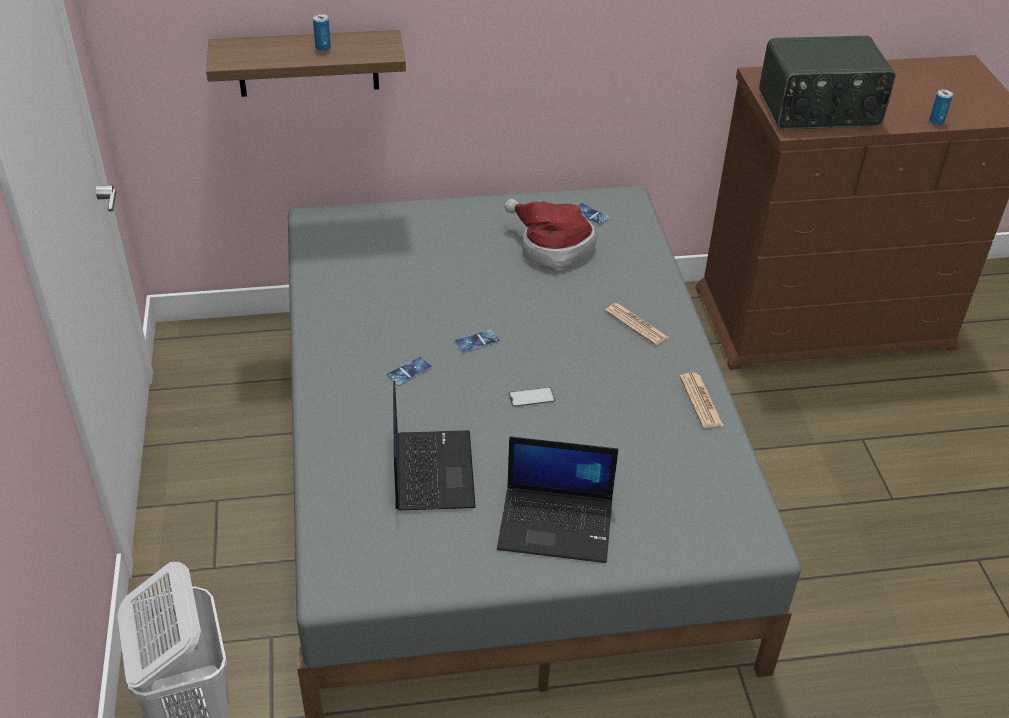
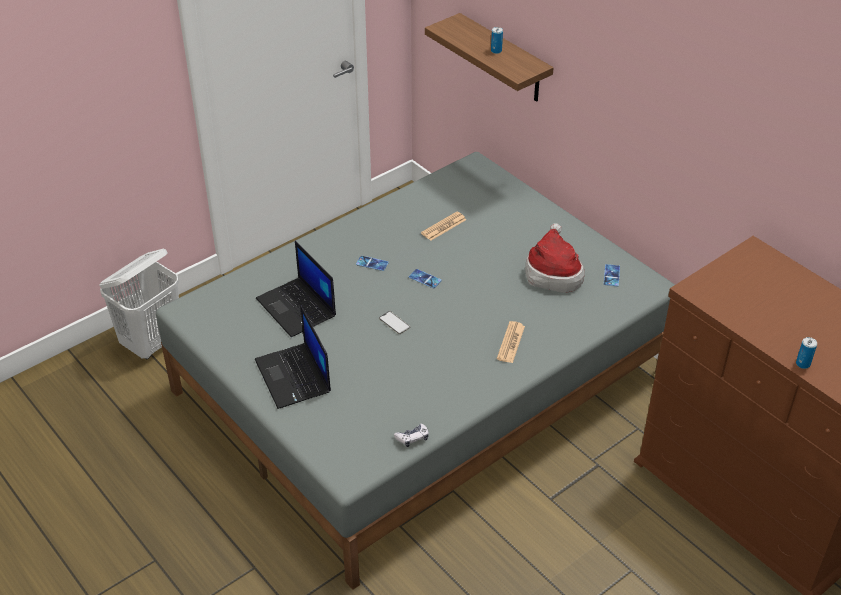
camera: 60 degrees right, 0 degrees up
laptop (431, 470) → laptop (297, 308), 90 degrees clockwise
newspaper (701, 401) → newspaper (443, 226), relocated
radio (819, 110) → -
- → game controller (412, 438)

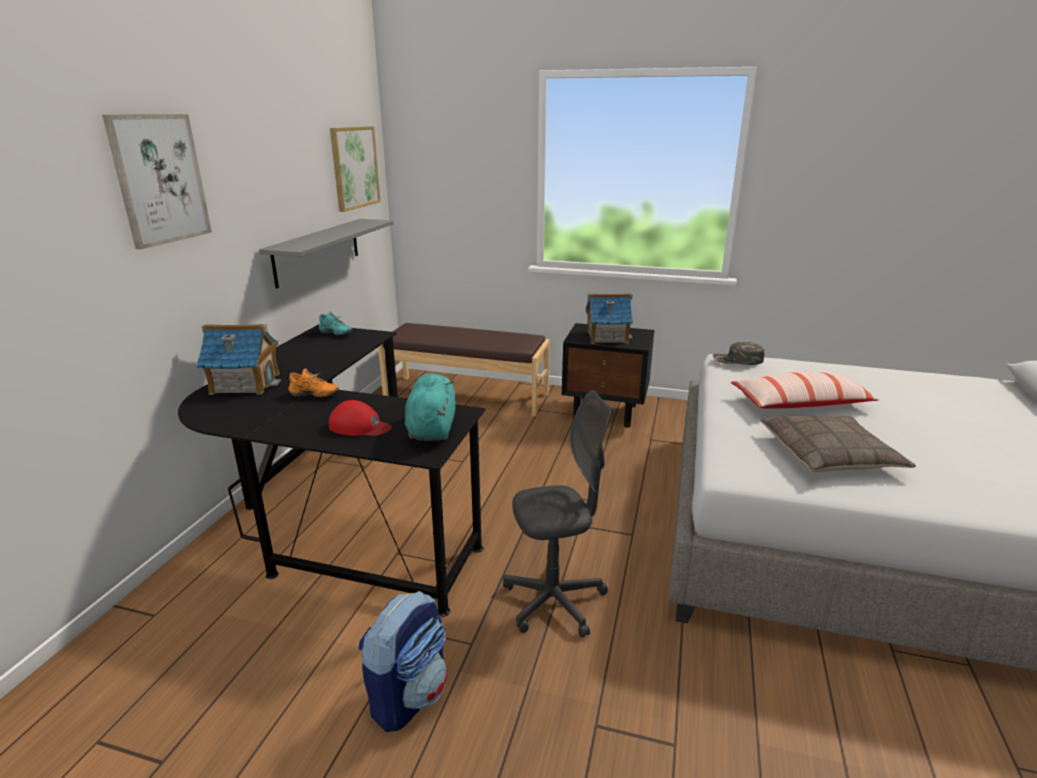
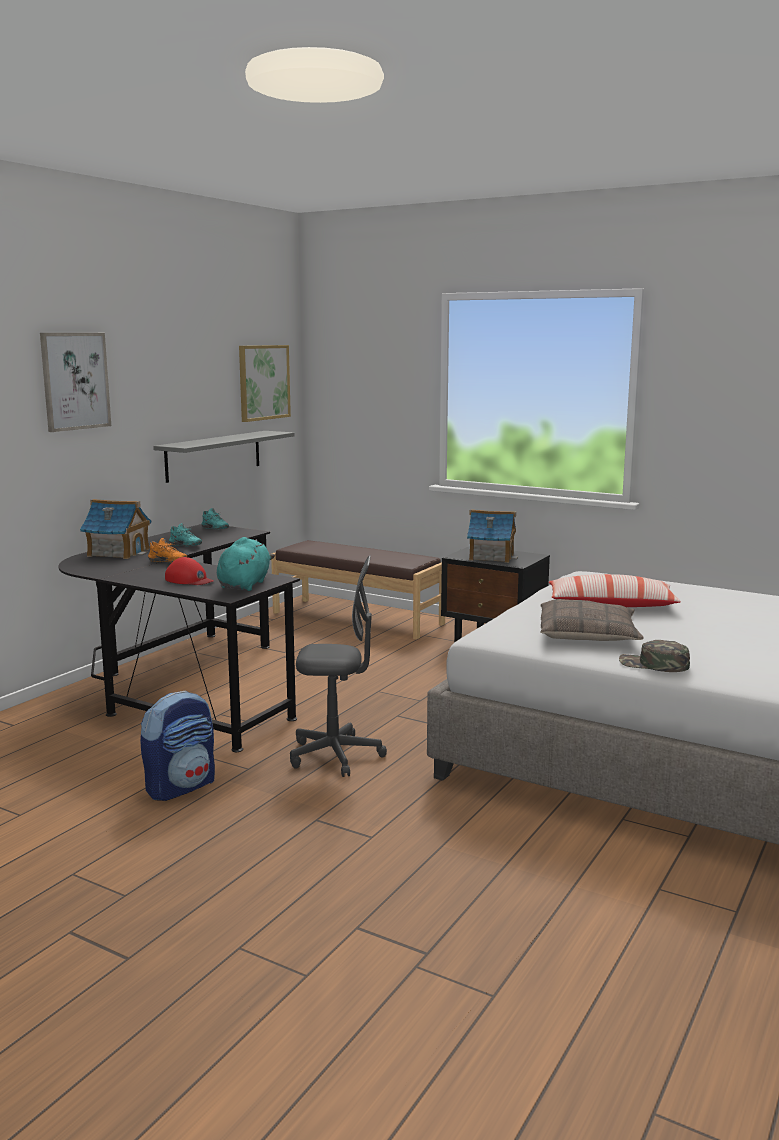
camera: 15 degrees right, 10 degrees down
green cap (737, 360) → green cap (653, 664), relocated
- → turquoise shoe (184, 546)

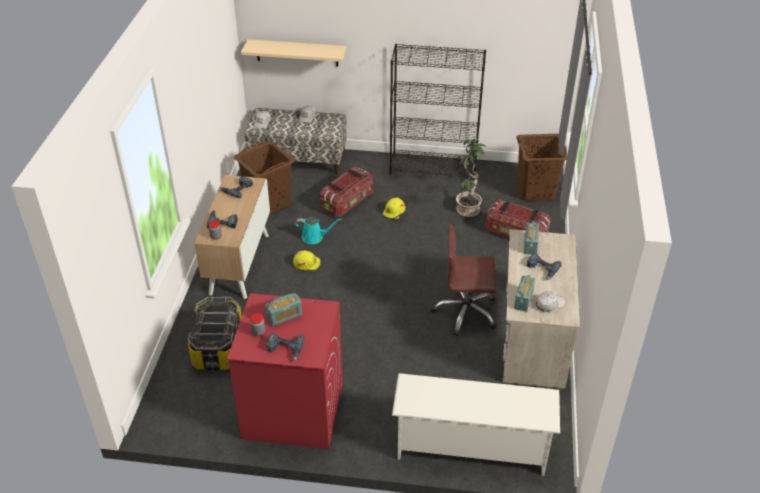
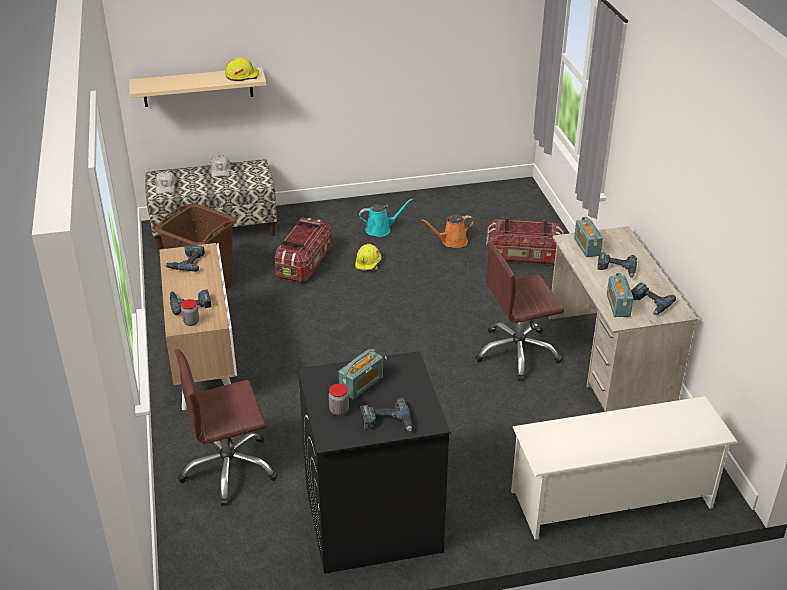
camera: 20 degrees left, 5 degrees down
storage box (217, 346) → brown office chair (229, 469)
red washing machine (292, 410) → black washing machine (372, 520)
yellow hard hat (307, 263) → yellow hard hat (242, 75), relocated
turquoise watering can (314, 237) → turquoise watering can (380, 229), relocated
black bookcase (433, 168) → -
potted plant (467, 209) → orange watering can (451, 242)
brown laundry basket (535, 191) → -
white cap (549, 304) → power drill (649, 303)

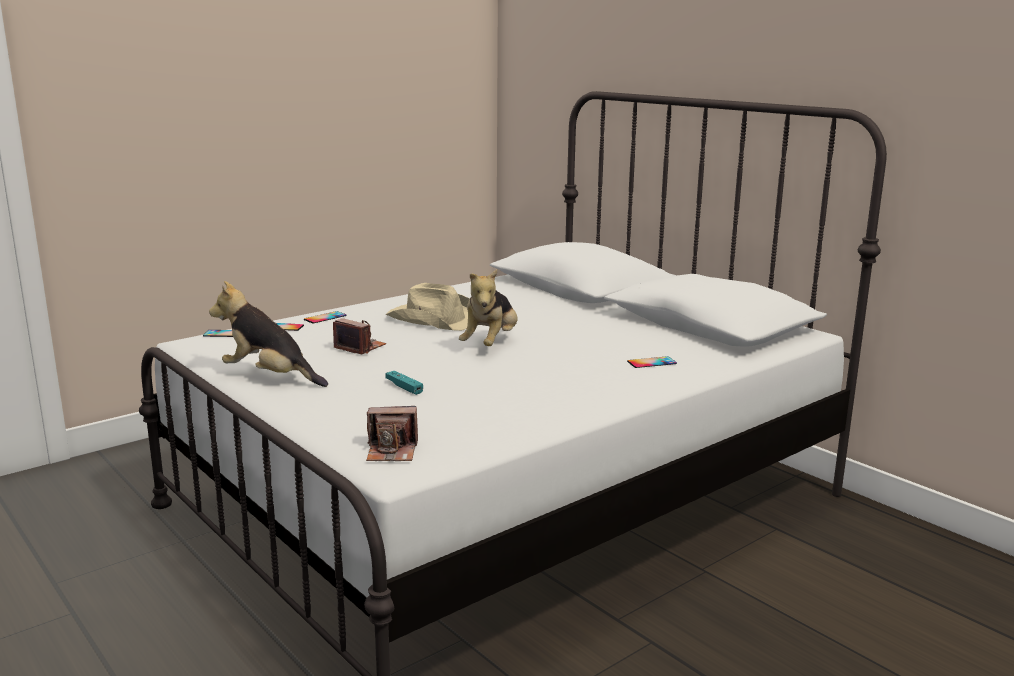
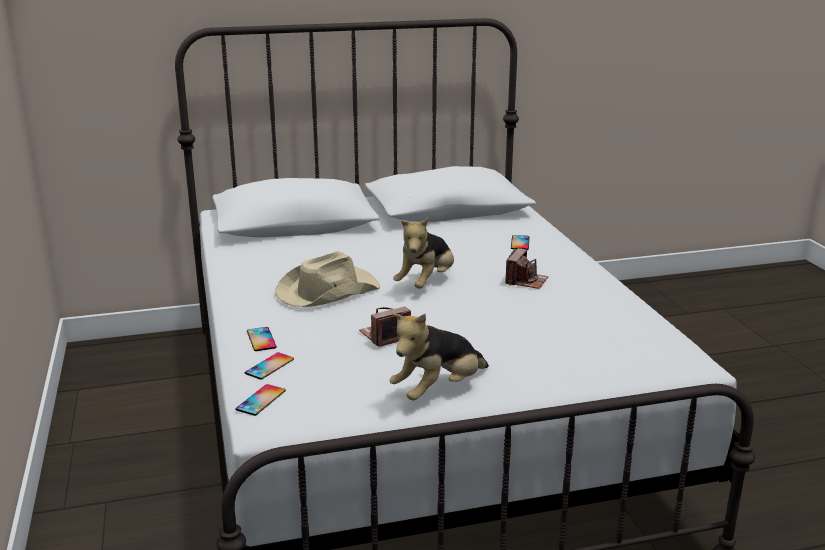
camera: 65 degrees left, 5 degrees up
photo camera (392, 451) → photo camera (525, 281), relocated
turquoise game controller (404, 387) → -
plush toy (490, 344) → plush toy (426, 283), 75 degrees clockwise

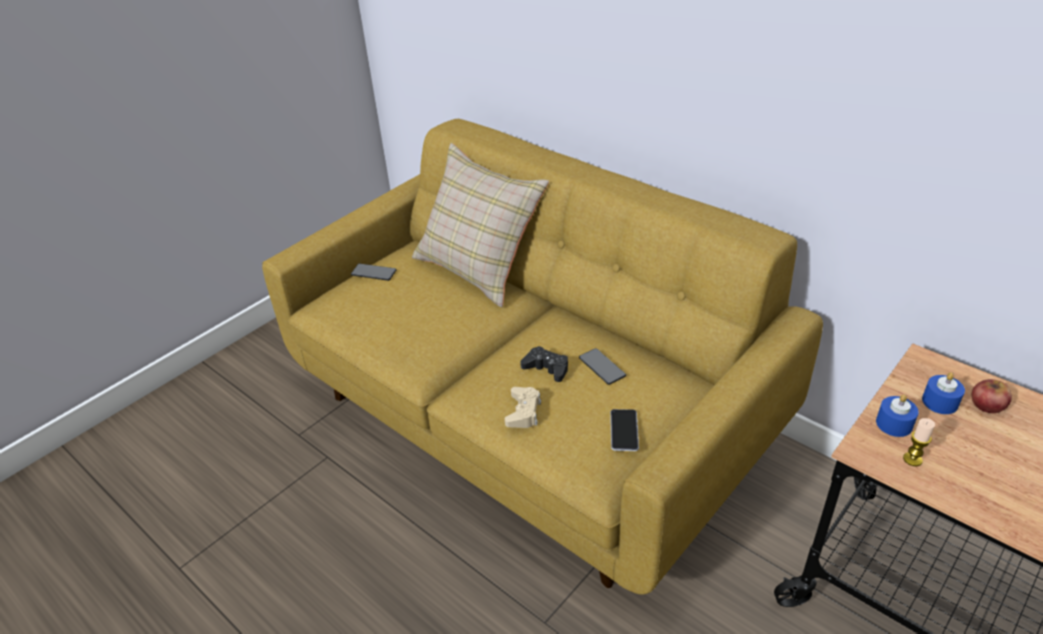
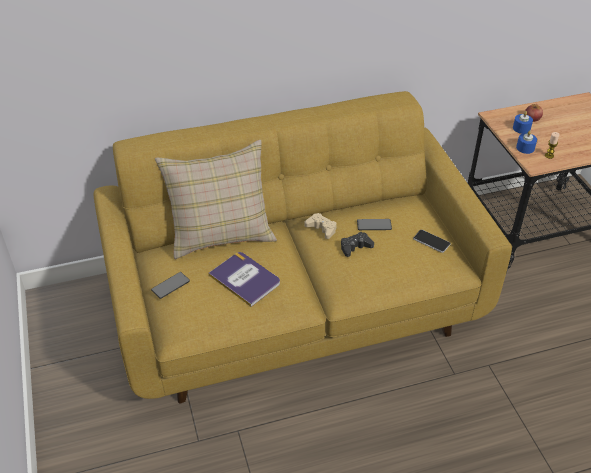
camera: 60 degrees left, 5 degrees up
beige game controller (523, 412) → beige game controller (321, 228), relocated
- → book (245, 279)

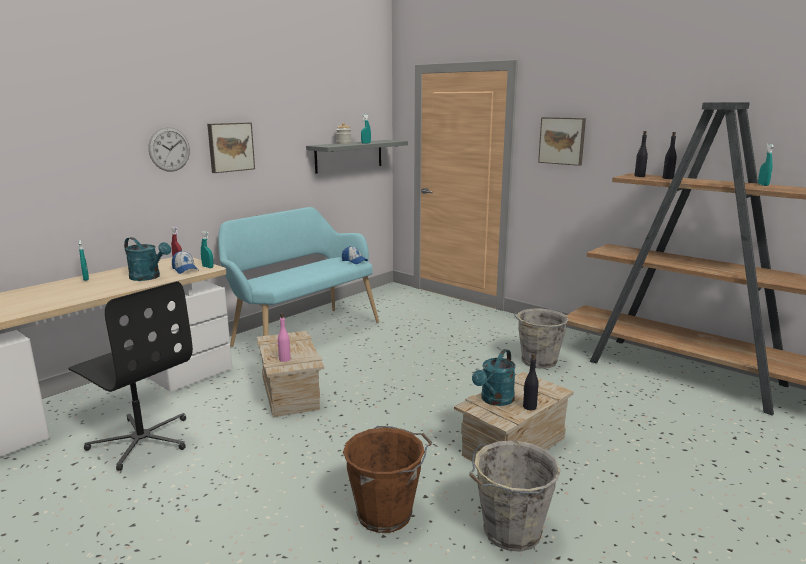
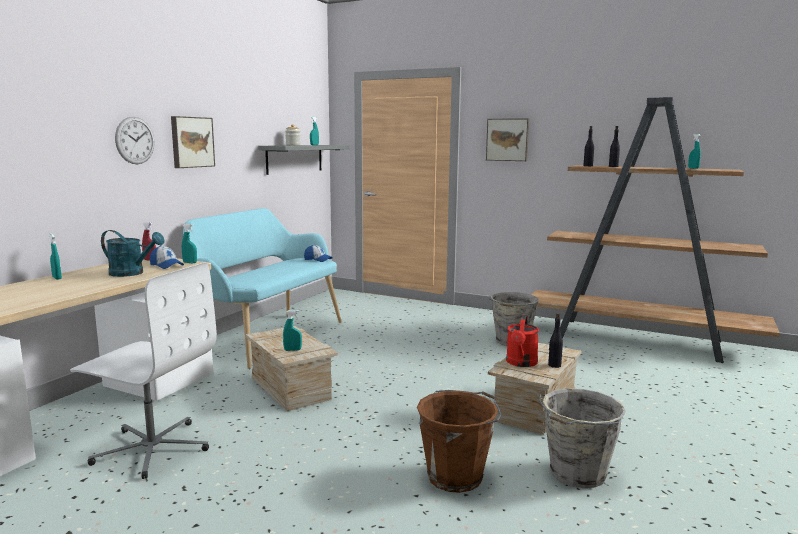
camera: 15 degrees left, 5 degrees down
black office chair (142, 440) → white office chair (152, 448)
pink bottle (284, 359) → turquoise spray bottle (292, 350)
turquoise watering can (495, 400) → red watering can (521, 363)

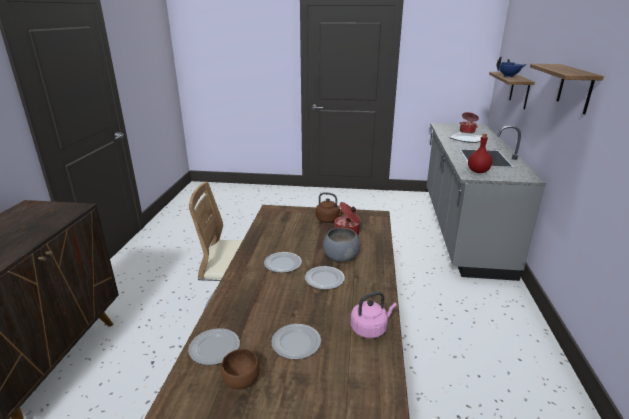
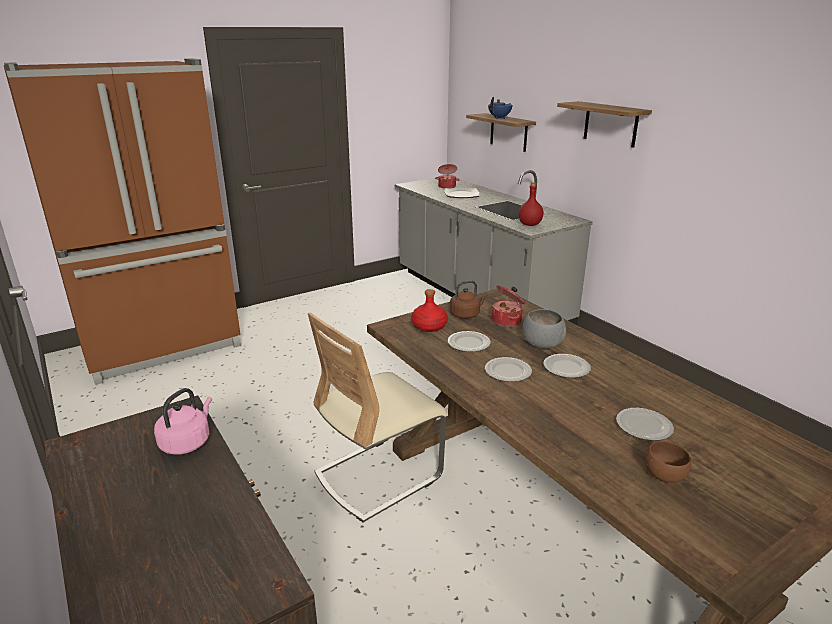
camera: 40 degrees left, 0 degrees up
plate (215, 348) → plate (469, 343), relocated
pink kettle (370, 329) → pink kettle (187, 442), relocated
- → brown fridge (163, 347)
- → red bottle (429, 326)

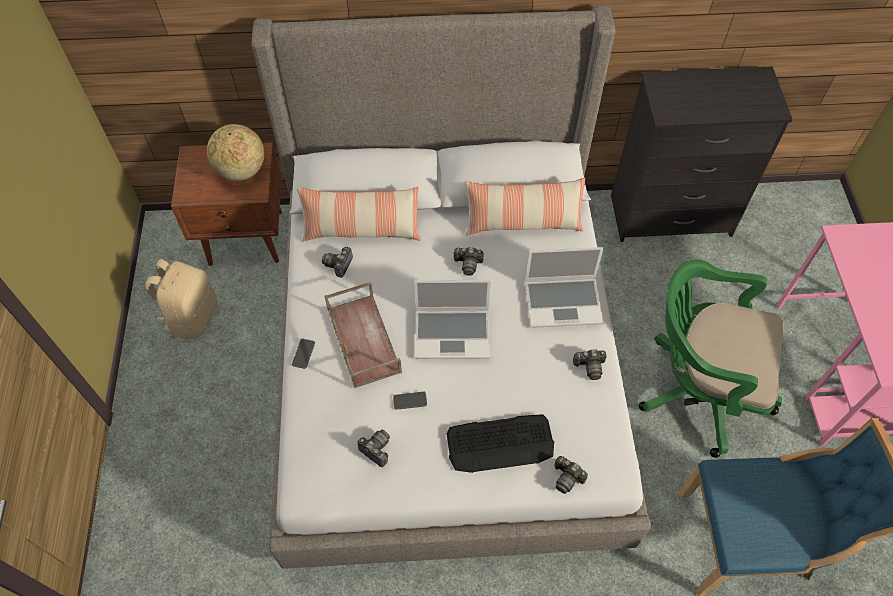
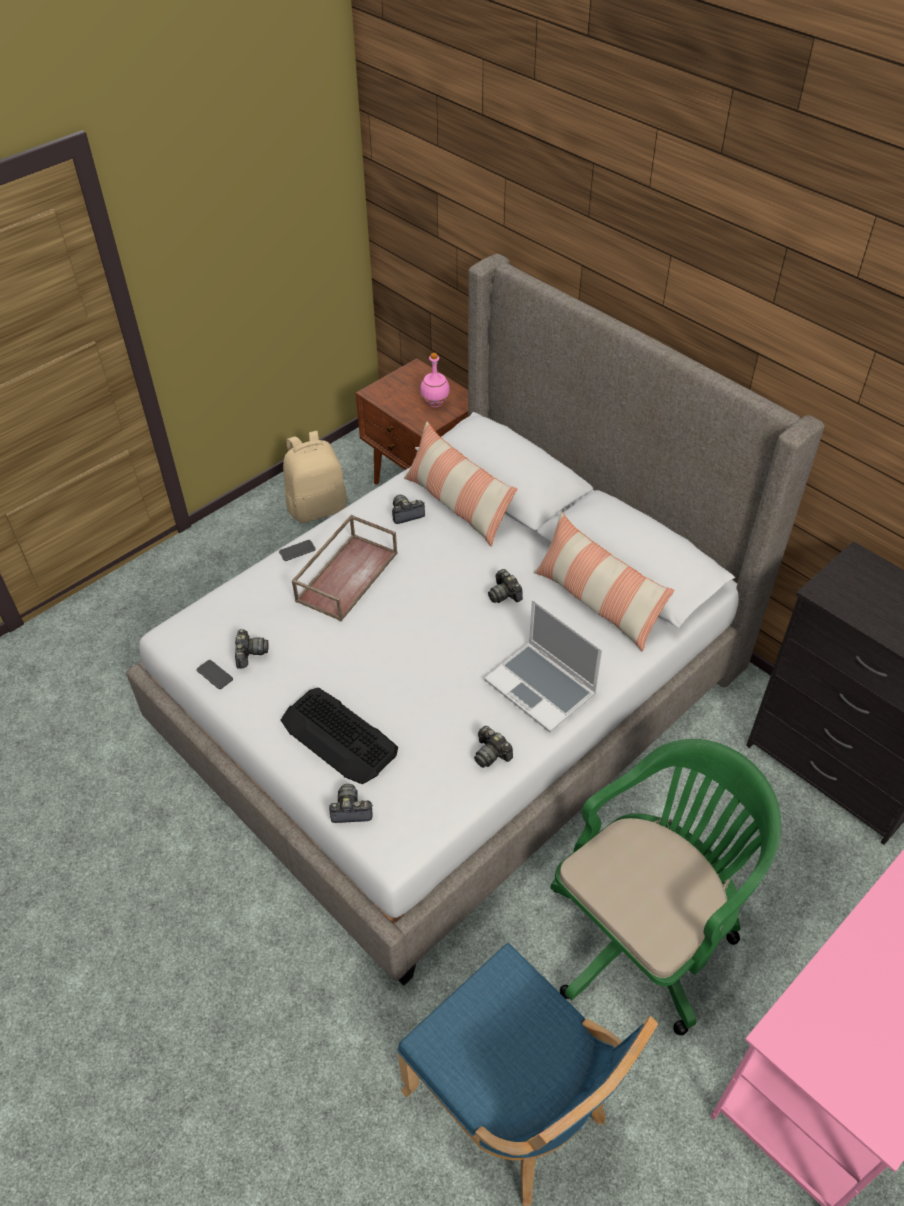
camera: 50 degrees right, 10 degrees down
globe (241, 170) → pink bottle (435, 403)
phone (410, 401) → phone (214, 675), relocated
laptop (453, 333) → -
photo camera (567, 478) → photo camera (351, 810), 90 degrees clockwise
green office chair (696, 389) → green office chair (645, 933), 75 degrees clockwise

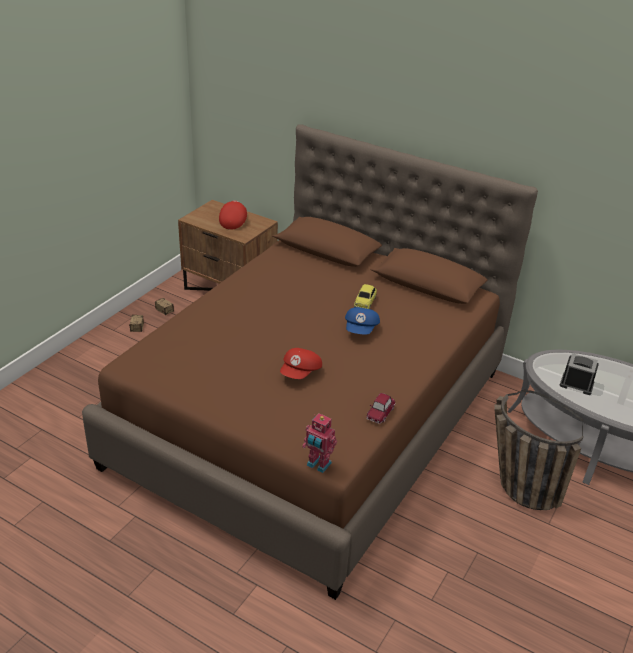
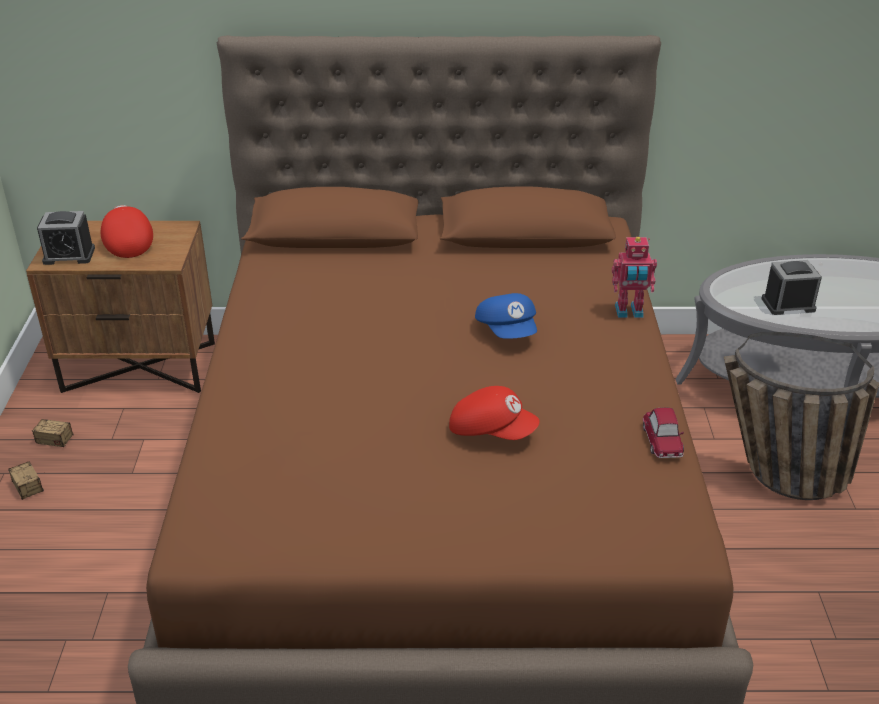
camera: 30 degrees left, 0 degrees up
red cap (301, 372) → red cap (492, 431), 60 degrees counterclockwise
toy robot (318, 465) → toy robot (629, 312), relocated
toy car (365, 302) → -
- → alarm clock (69, 255)

